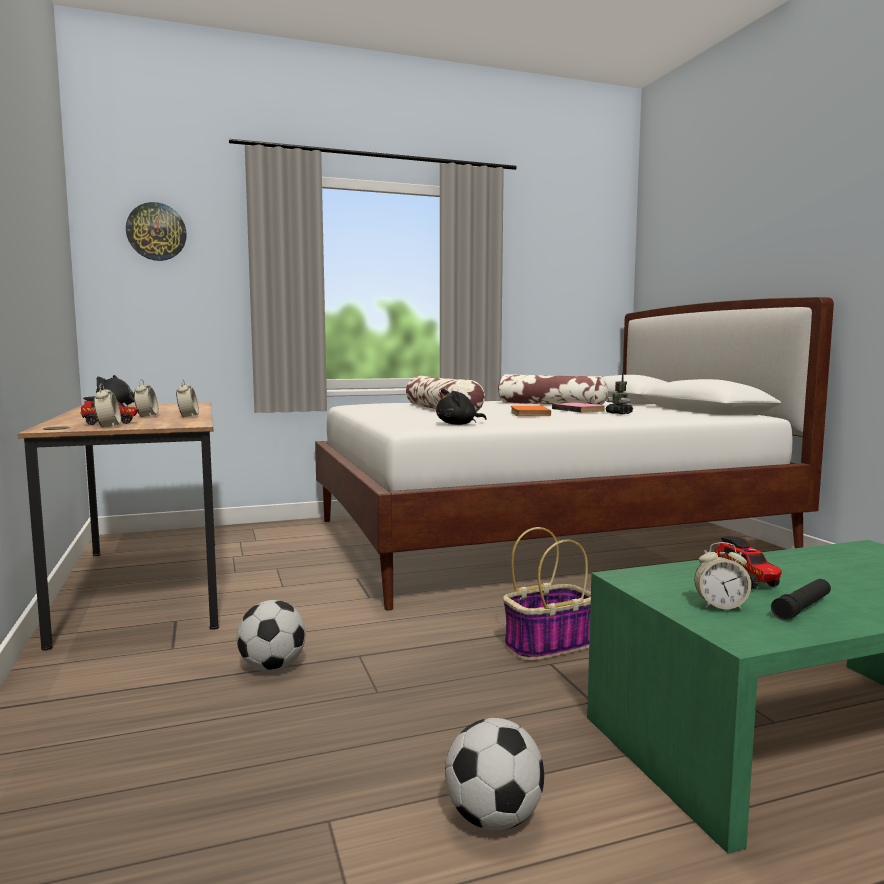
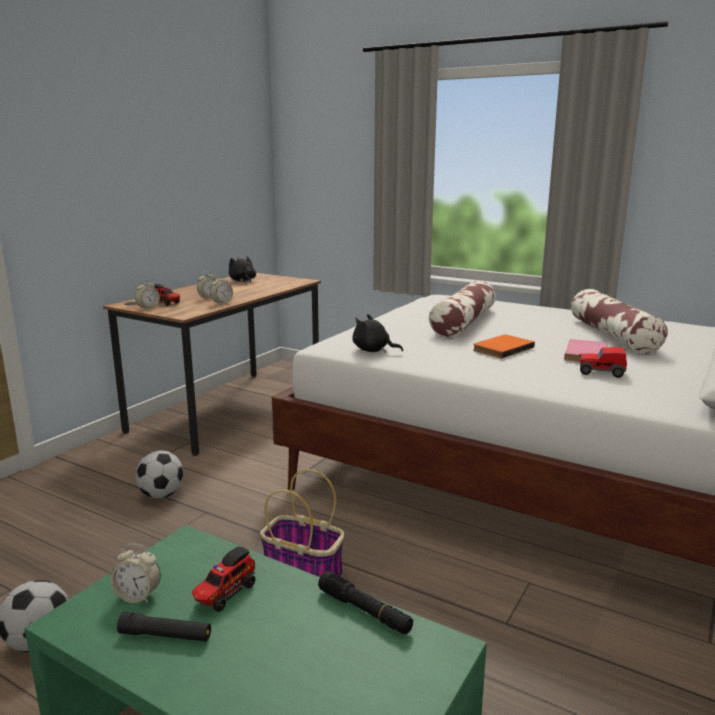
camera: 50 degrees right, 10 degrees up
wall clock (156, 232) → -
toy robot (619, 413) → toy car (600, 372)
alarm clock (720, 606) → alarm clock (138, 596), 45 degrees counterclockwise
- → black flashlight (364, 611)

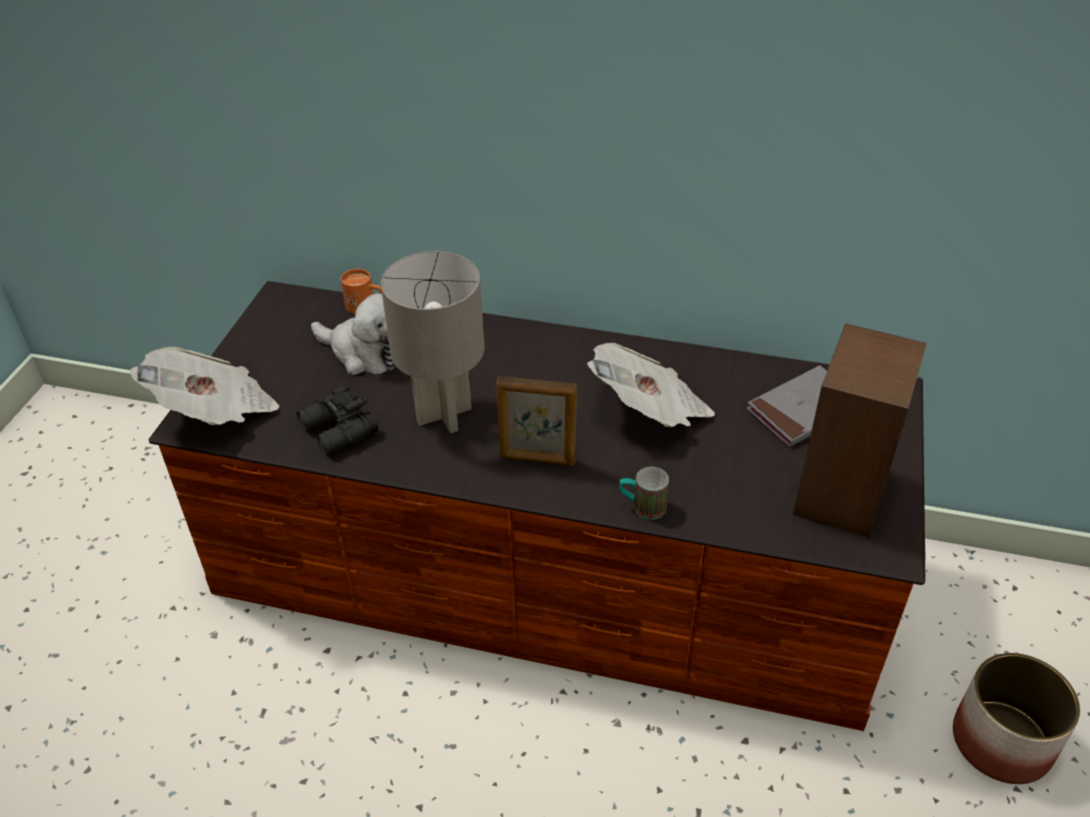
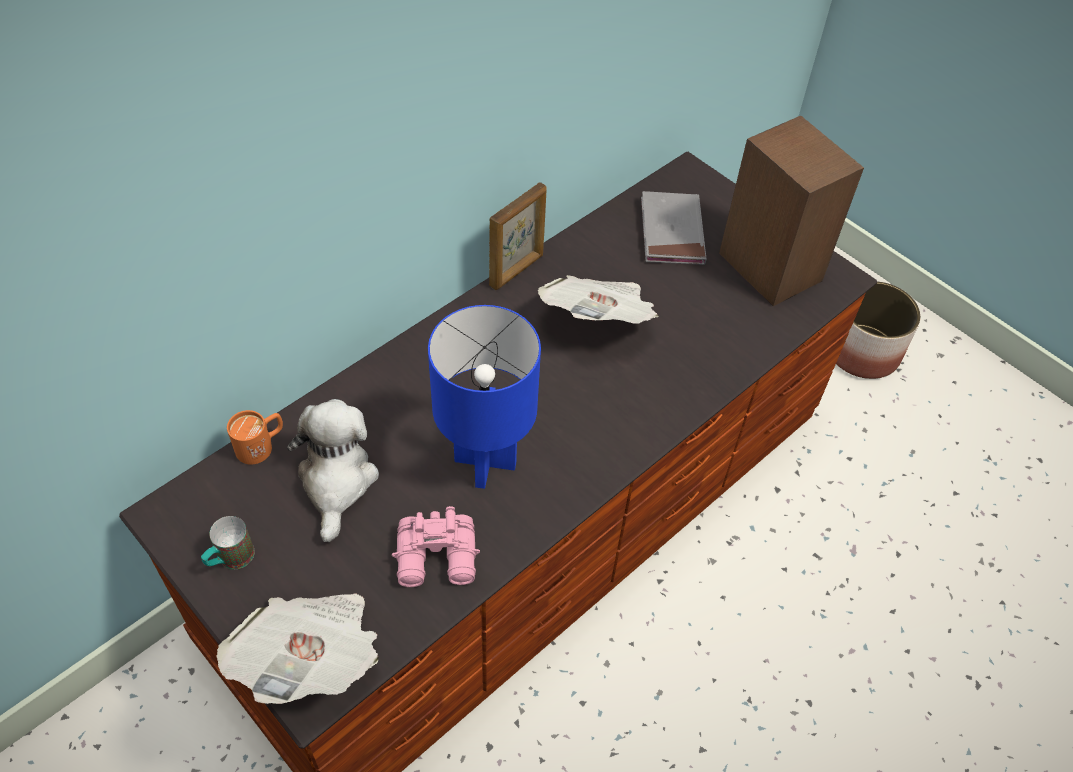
camera: 60 degrees left, 10 degrees up
black binoculars (338, 431) → pink binoculars (438, 559)
plush toy (365, 353) → plush toy (336, 481), 60 degrees counterclockwise
grey table lamp (443, 415) → blue table lamp (486, 463)
picture frame (537, 459) → picture frame (517, 270), relocated
mug (642, 507) → mug (230, 559), relocated

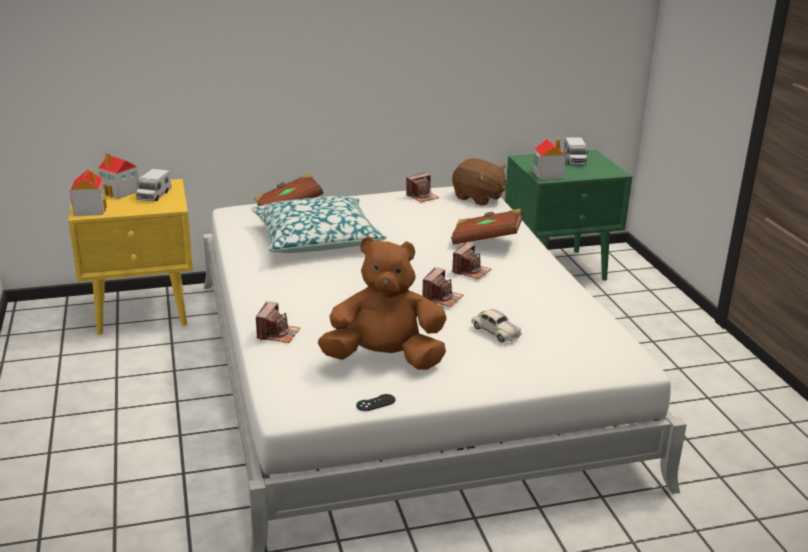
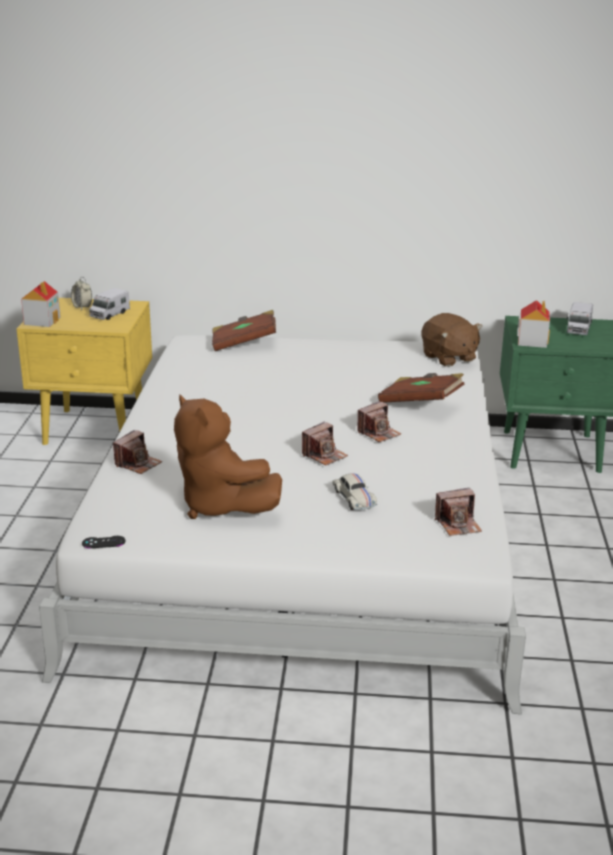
camera: 20 degrees right, 0 degrees up
toy house (120, 192) → alarm clock (82, 307)
pillow (317, 239) → -
brown plush toy (385, 359) → brown plush toy (220, 505), 150 degrees counterclockwise
black game controller (375, 403) → black game controller (103, 542), relocated
photo camera (422, 197) → photo camera (458, 524), relocated

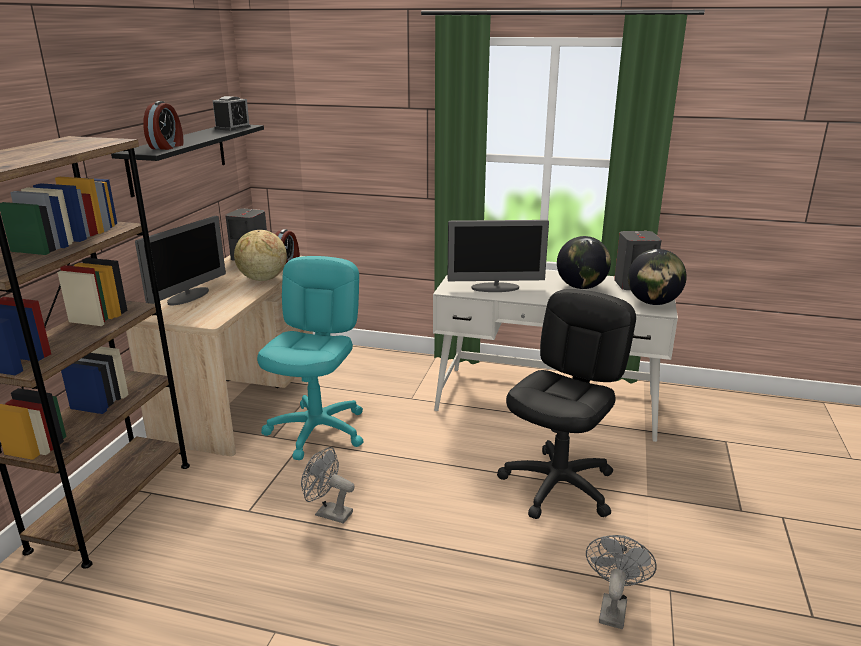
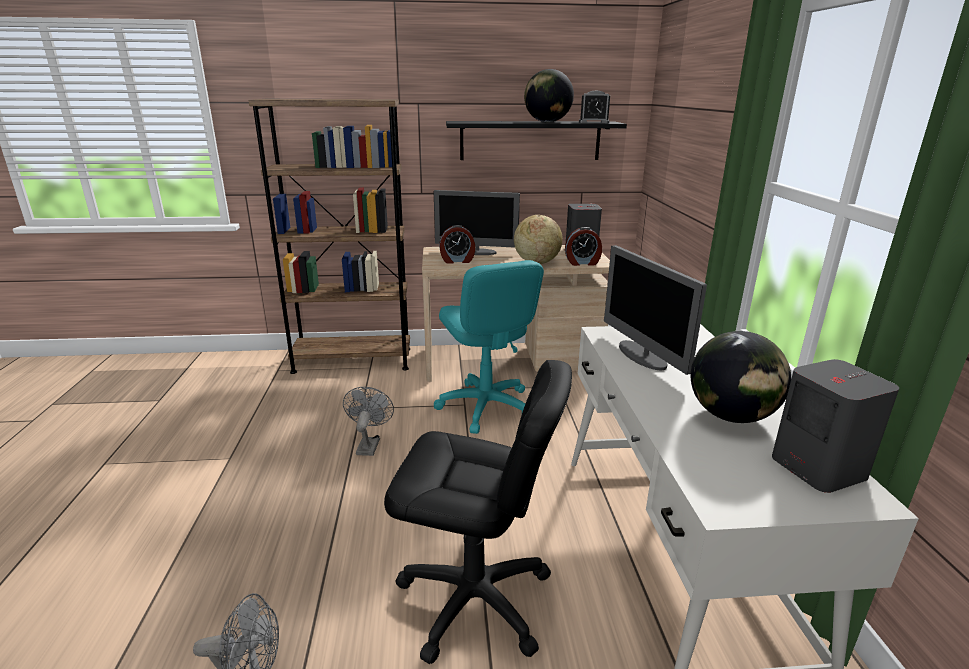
camera: 70 degrees right, 0 degrees up
alarm clock (167, 147) → alarm clock (457, 261), relocated
turquoise office chair (317, 430) → turquoise office chair (485, 406), 75 degrees clockwise
globe (653, 303) → globe (547, 122), relocated

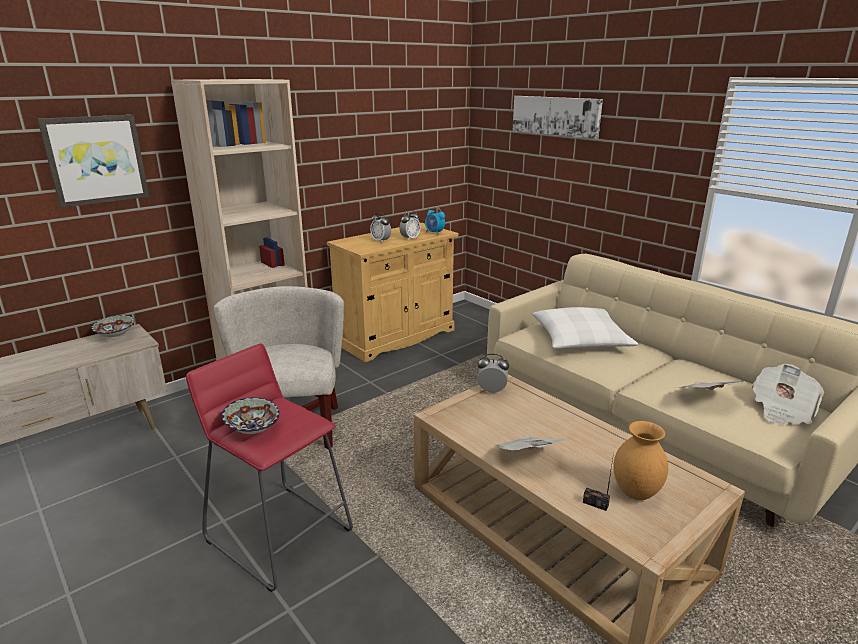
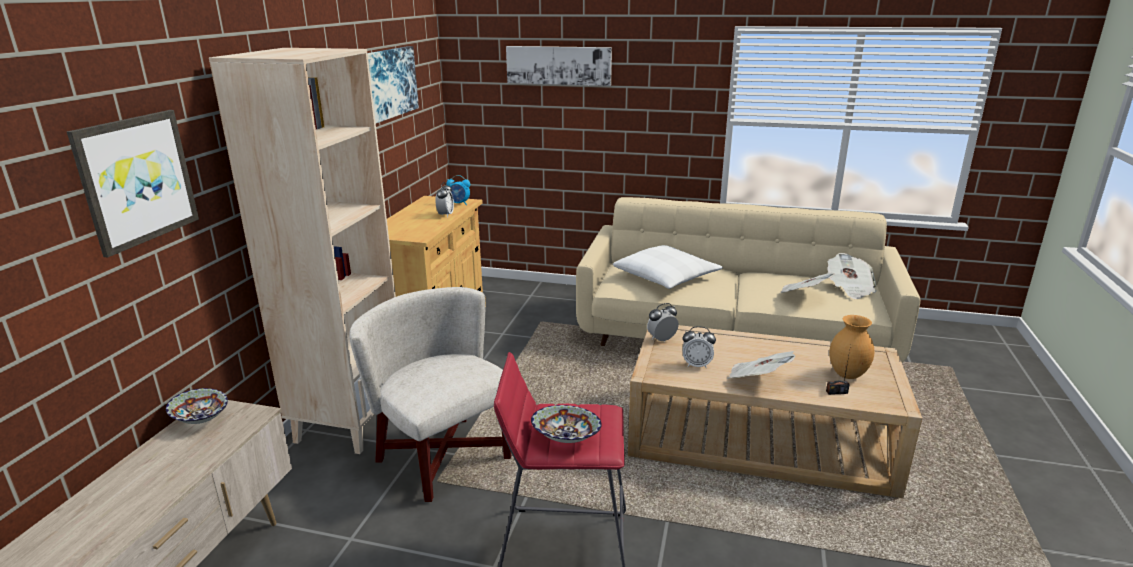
camera: 35 degrees left, 0 degrees up
alarm clock (381, 241) → alarm clock (697, 365), relocated
- → picture (389, 83)

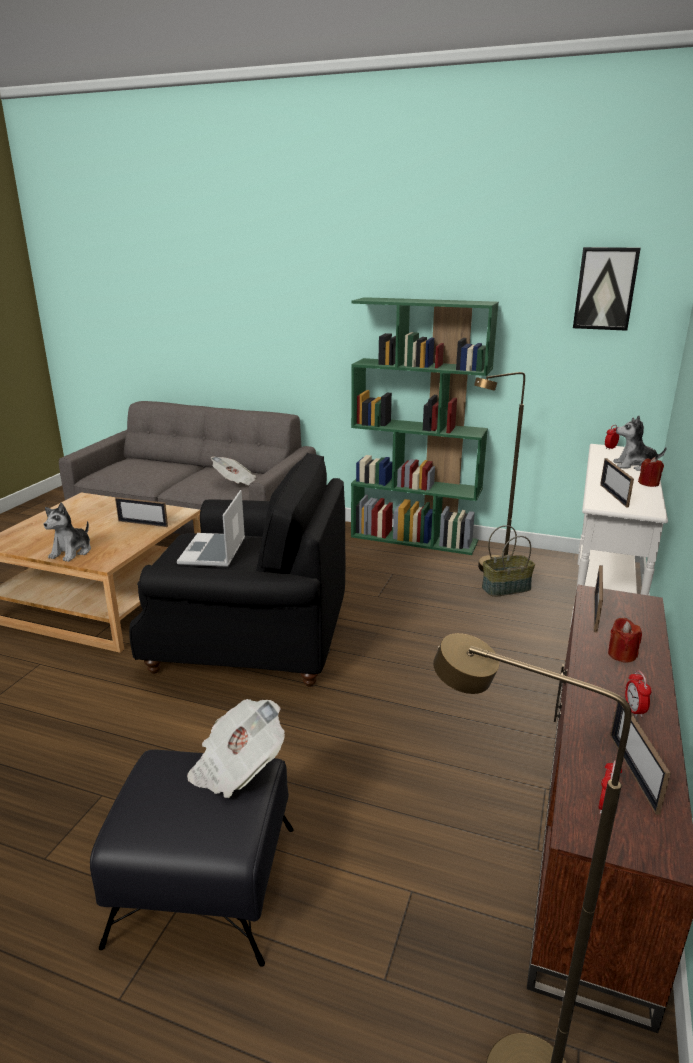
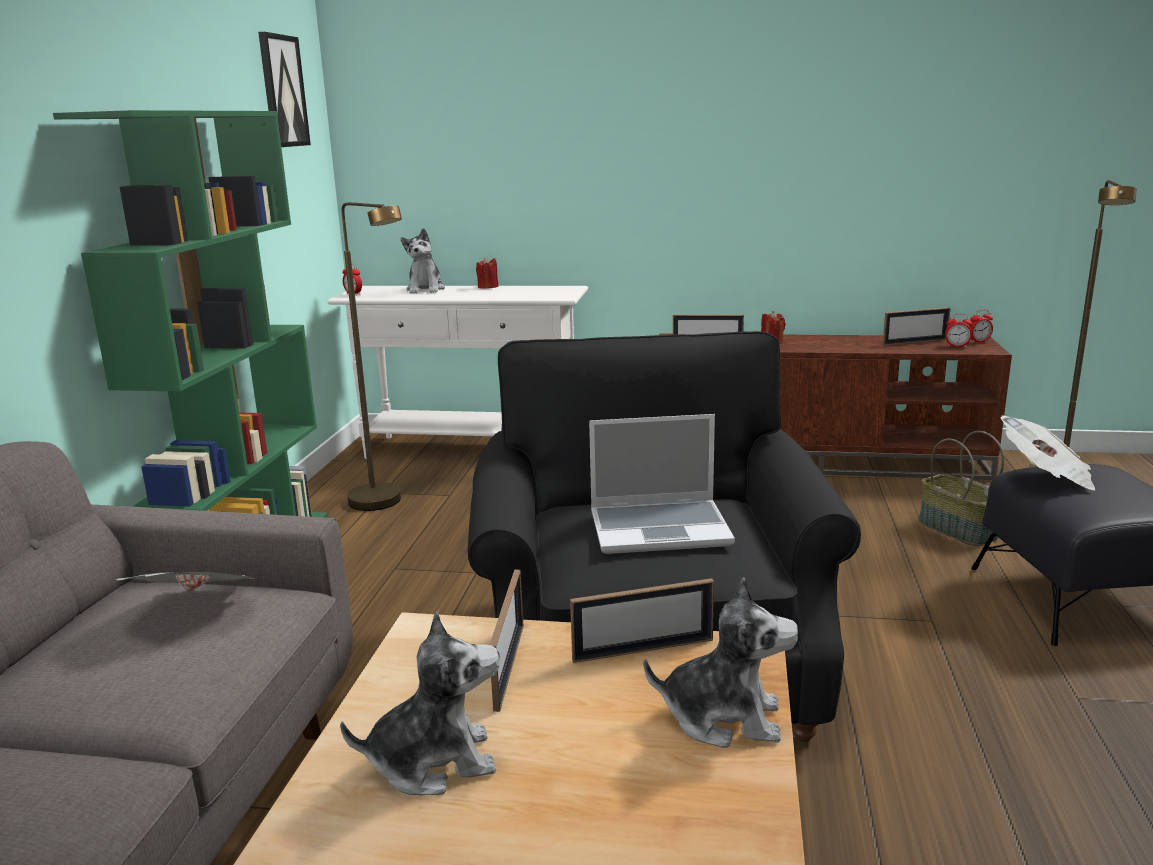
camera: 100 degrees left, 5 degrees down
basket (506, 588) → basket (955, 530), relocated
picture frame (614, 495) → picture frame (643, 650), relocated
alarm clock (634, 710) → alarm clock (978, 342), relocated
- → plush toy (433, 762)

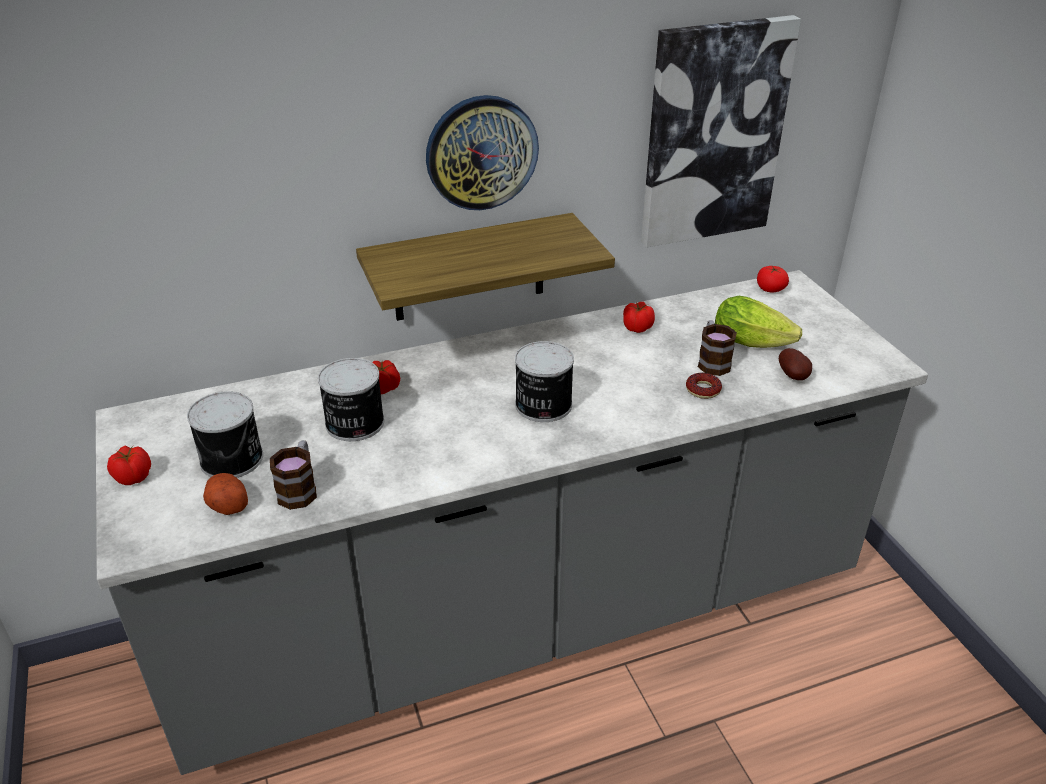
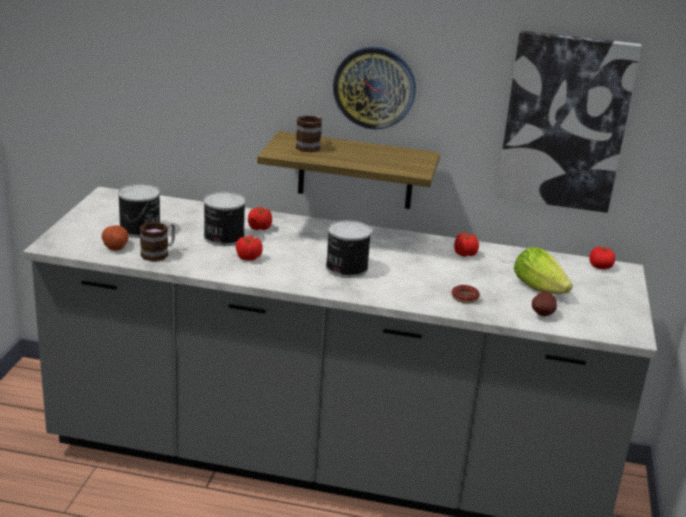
camera: 30 degrees right, 10 degrees down
tomato (132, 477) → tomato (248, 257), relocated
mug (712, 361) → mug (310, 146), relocated

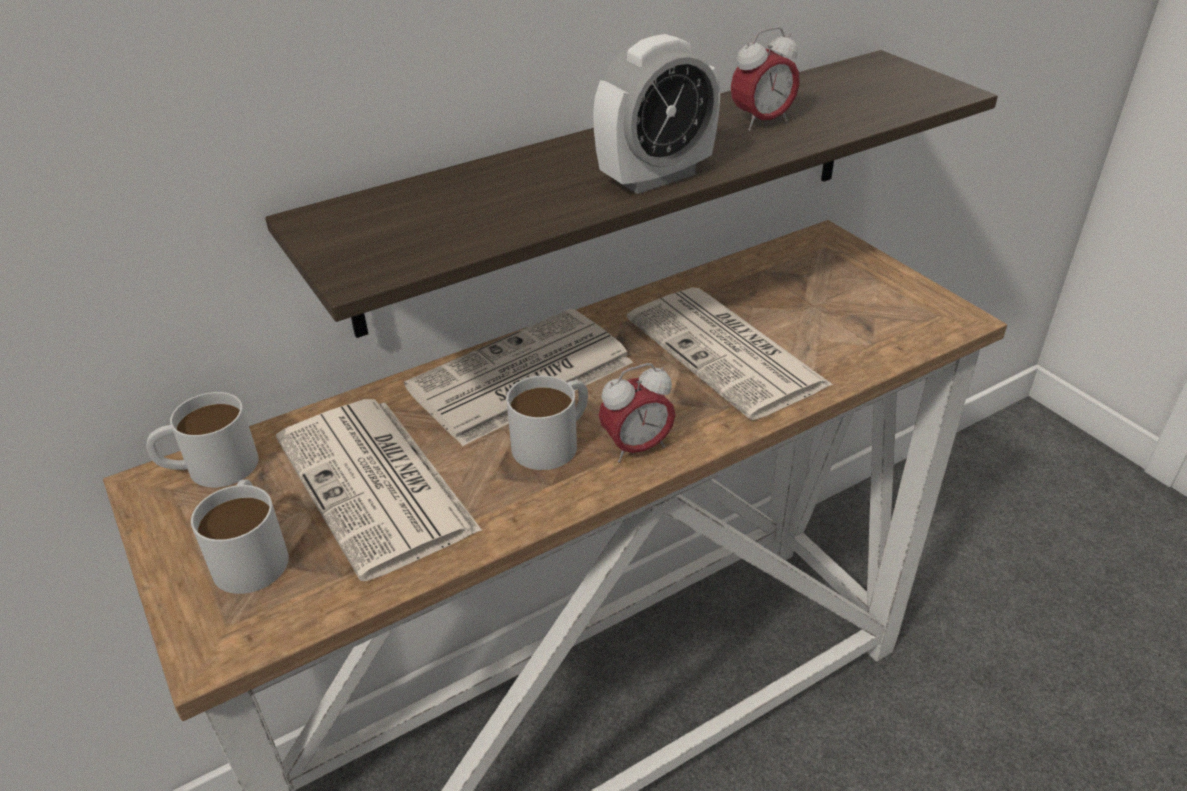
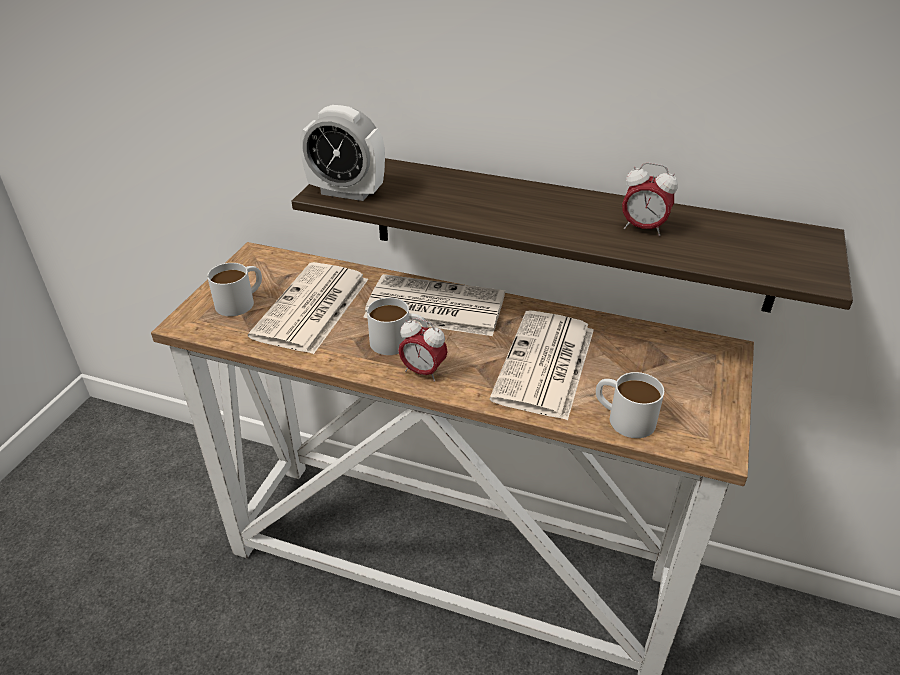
camera: 50 degrees right, 0 degrees up
white mug (209, 467) → white mug (623, 417), relocated
alarm clock (655, 177) → alarm clock (346, 192), relocated

